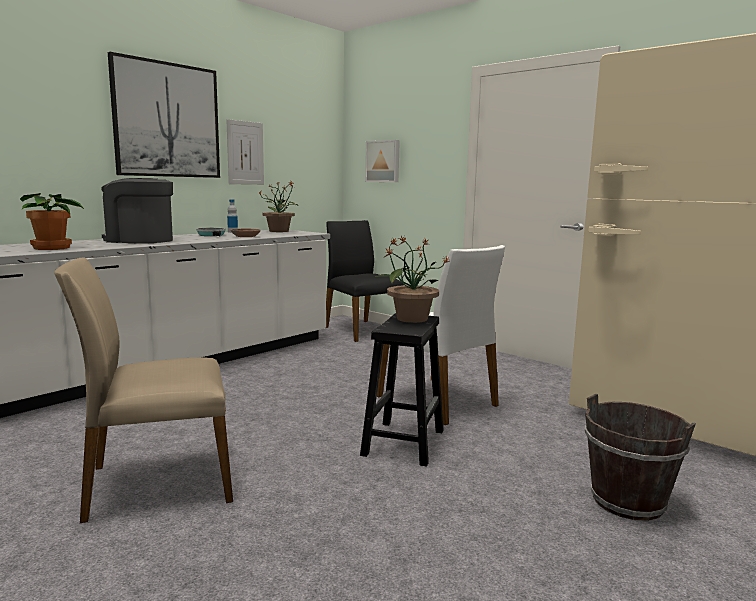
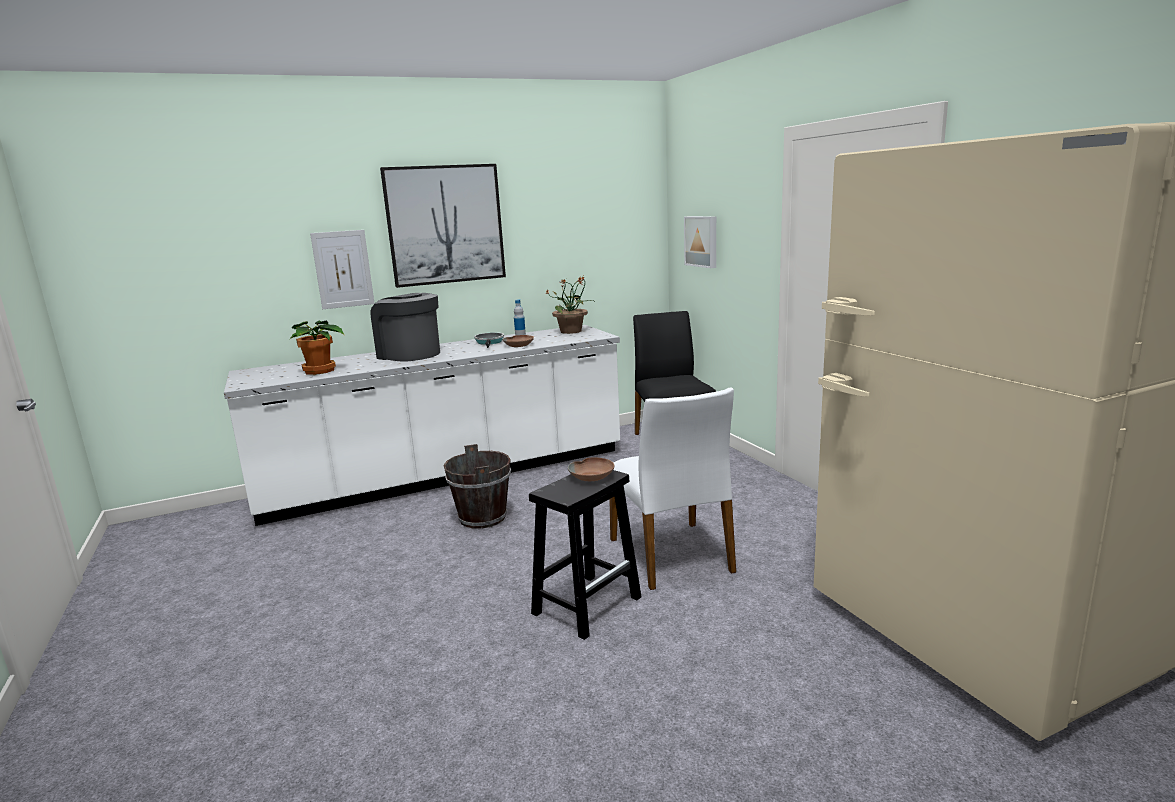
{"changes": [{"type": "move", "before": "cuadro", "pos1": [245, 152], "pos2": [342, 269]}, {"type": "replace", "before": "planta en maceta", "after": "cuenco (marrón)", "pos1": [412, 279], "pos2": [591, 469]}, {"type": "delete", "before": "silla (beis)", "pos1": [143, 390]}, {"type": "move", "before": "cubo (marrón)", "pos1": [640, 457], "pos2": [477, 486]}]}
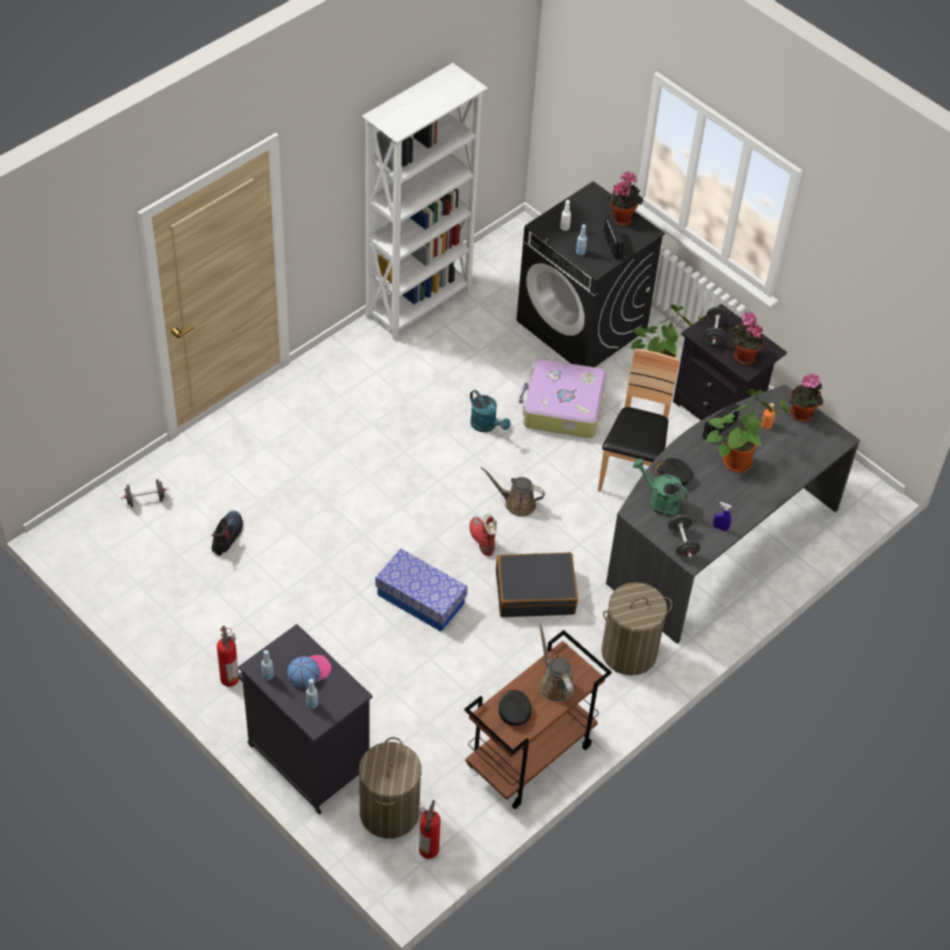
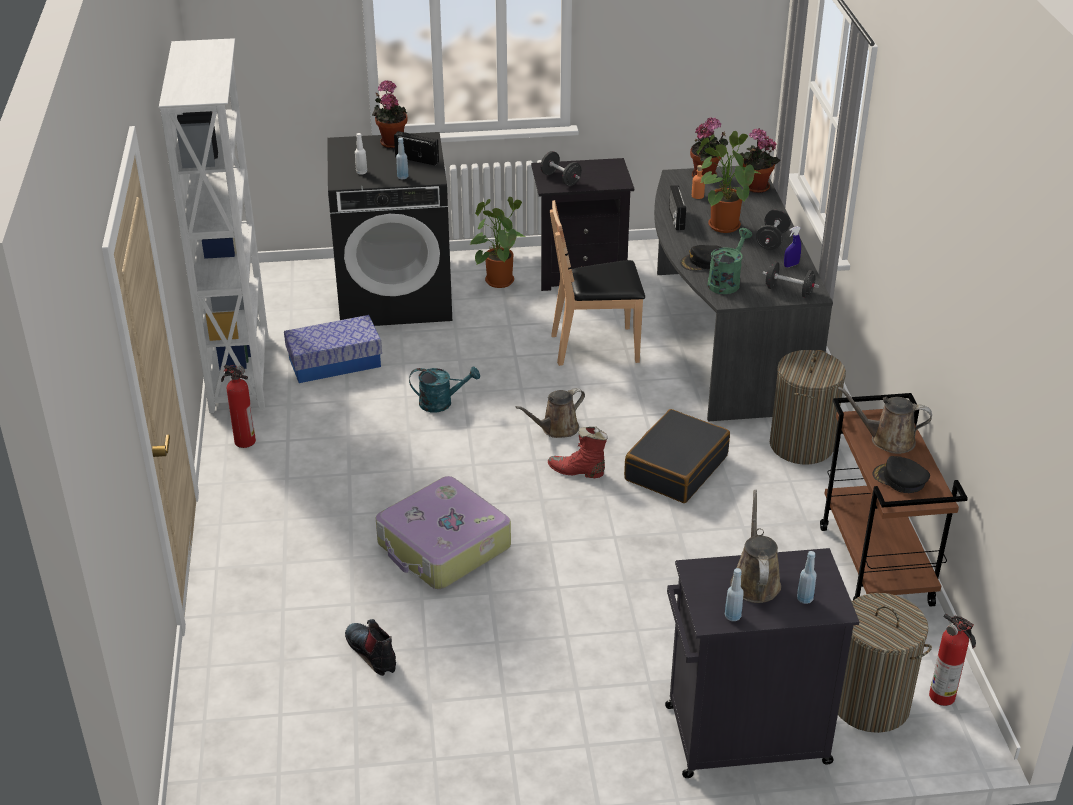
{"changes": [{"type": "move", "before": "planta en maceta", "pos1": [747, 338], "pos2": [760, 160]}, {"type": "rotate", "before": "silla (marrón)", "pos1": [639, 420], "pos2": [597, 283], "turn": -60}, {"type": "move", "before": "maleta", "pos1": [562, 398], "pos2": [443, 532]}, {"type": "rotate", "before": "regadera (verde)", "pos1": [660, 487], "pos2": [729, 261], "turn": 135}, {"type": "move", "before": "mancuerna (negro)", "pos1": [144, 493], "pos2": [773, 229]}, {"type": "move", "before": "caja de almacenaje", "pos1": [421, 590], "pos2": [333, 349]}, {"type": "move", "before": "extintor", "pos1": [228, 656], "pos2": [238, 406]}, {"type": "replace", "before": "gorra", "after": "regadera (marrón)", "pos1": [309, 671], "pos2": [755, 546]}]}
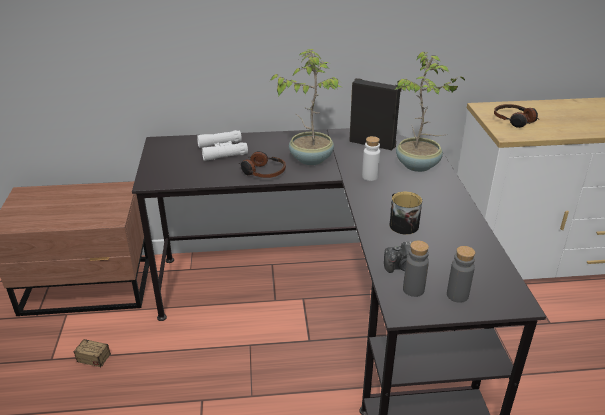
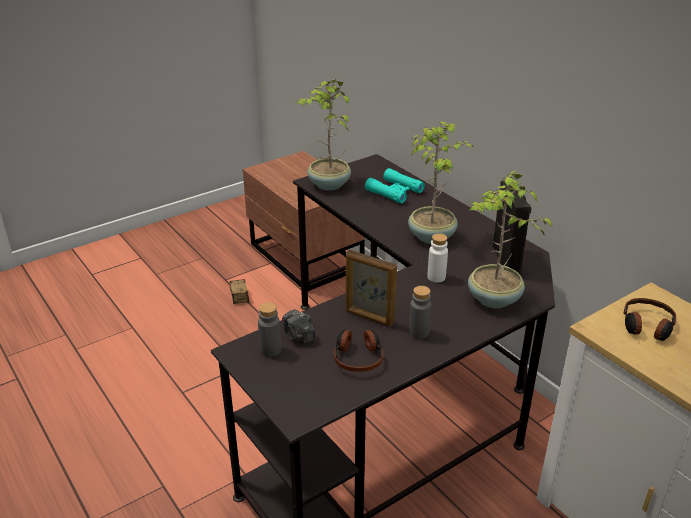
{"changes": [{"type": "recolor", "before": "prismáticos (blanco)", "after": "prismáticos (turquesa)", "pos1": [222, 145], "pos2": [395, 185]}, {"type": "move", "before": "auriculares", "pos1": [262, 164], "pos2": [358, 351]}, {"type": "replace", "before": "taza grande", "after": "portarretratos", "pos1": [405, 213], "pos2": [371, 288]}, {"type": "move", "before": "botella (gris)", "pos1": [461, 274], "pos2": [420, 312]}, {"type": "insert", "after": "planta en maceta", "pos2": [324, 134]}]}
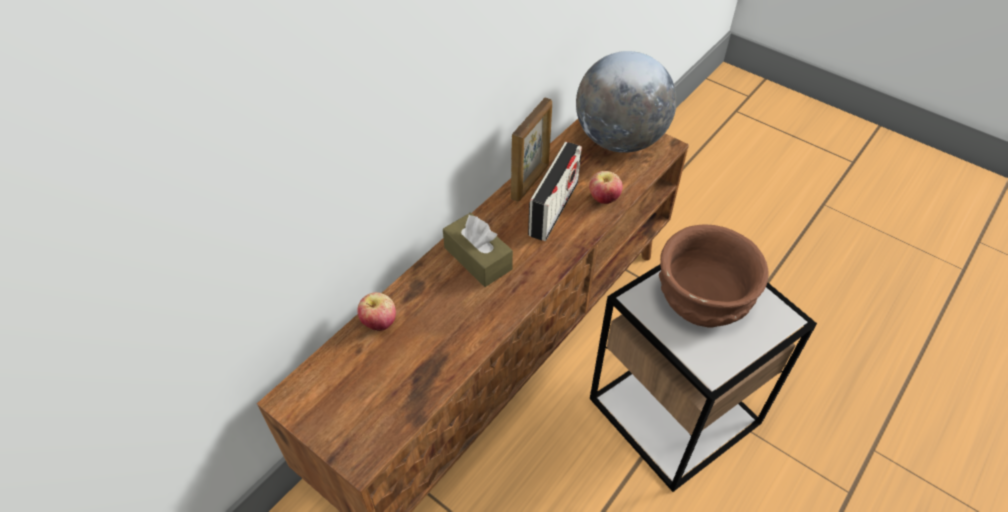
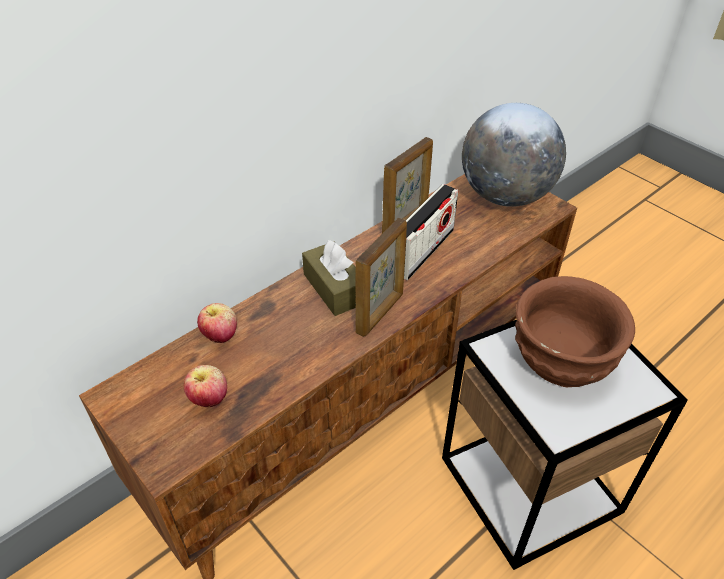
{"changes": [{"type": "move", "before": "manzana", "pos1": [606, 187], "pos2": [205, 386]}, {"type": "insert", "after": "portarretratos", "pos2": [381, 277]}]}
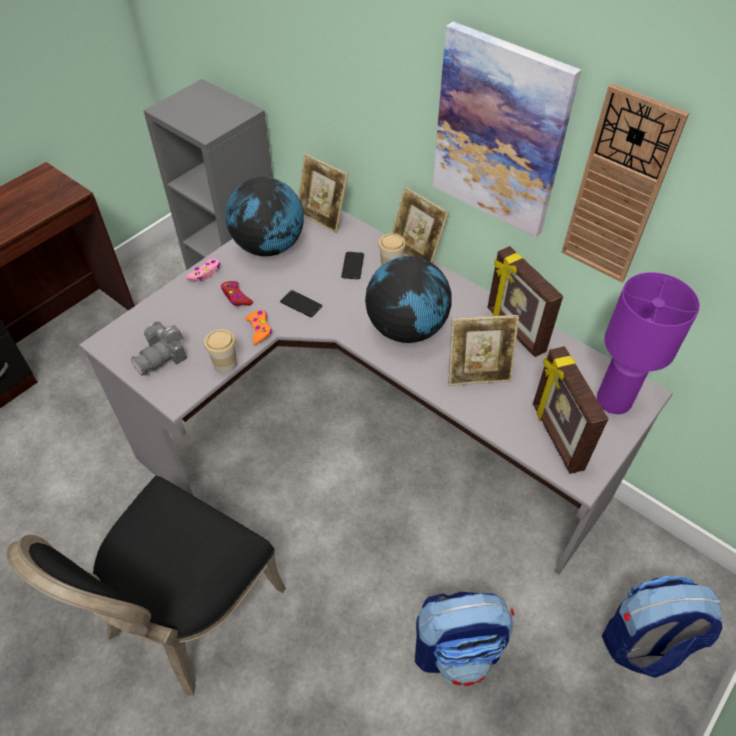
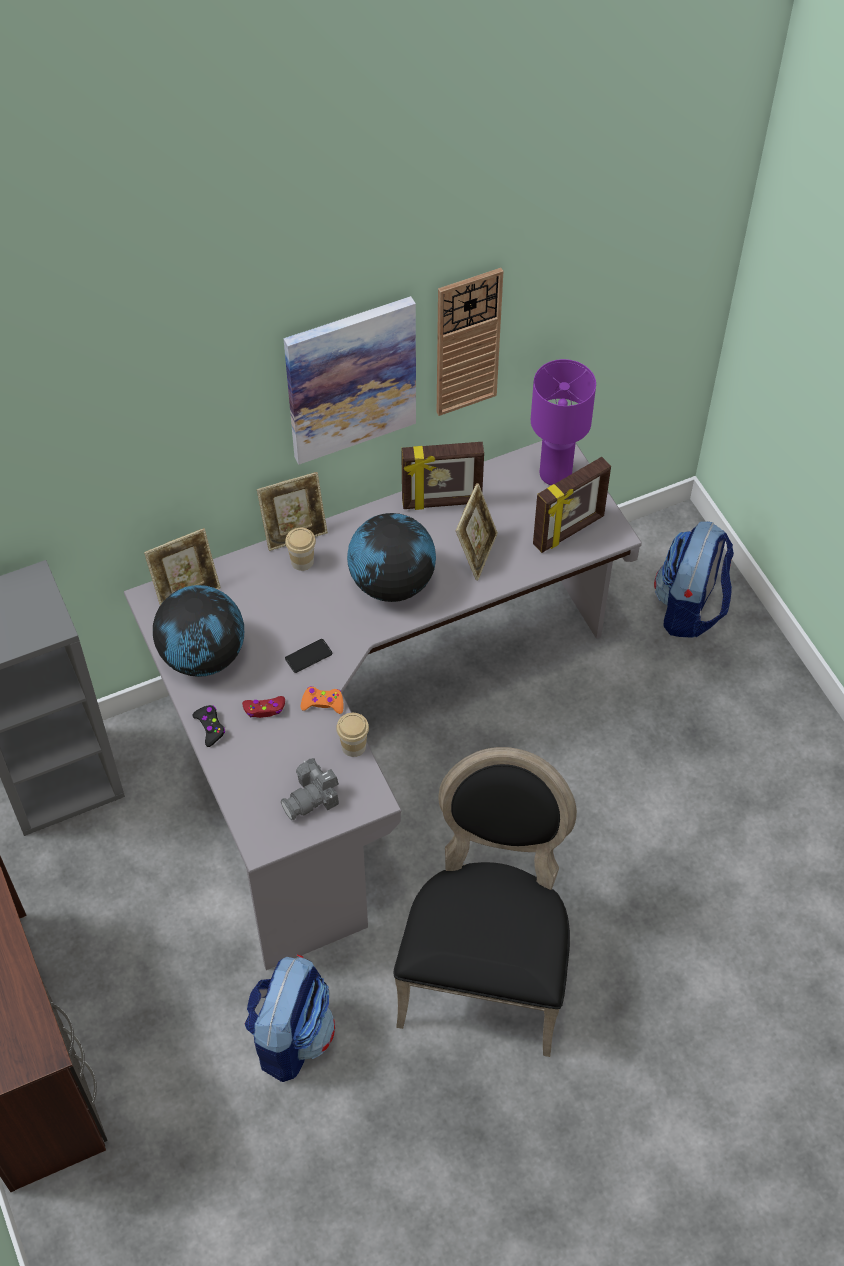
{"changes": [{"type": "delete", "before": "móvil", "pos1": [352, 265]}, {"type": "recolor", "before": "mando de consola (rosa)", "after": "mando de consola (negro)", "pos1": [203, 270], "pos2": [208, 726]}, {"type": "rotate", "before": "cámara", "pos1": [159, 348], "pos2": [310, 789], "turn": 75}, {"type": "rotate", "before": "portarretratos", "pos1": [570, 410], "pos2": [572, 505], "turn": -45}, {"type": "rotate", "before": "silla (negro)", "pos1": [146, 586], "pos2": [485, 902], "turn": -135}, {"type": "move", "before": "mochila", "pos1": [464, 639], "pos2": [290, 1018]}]}
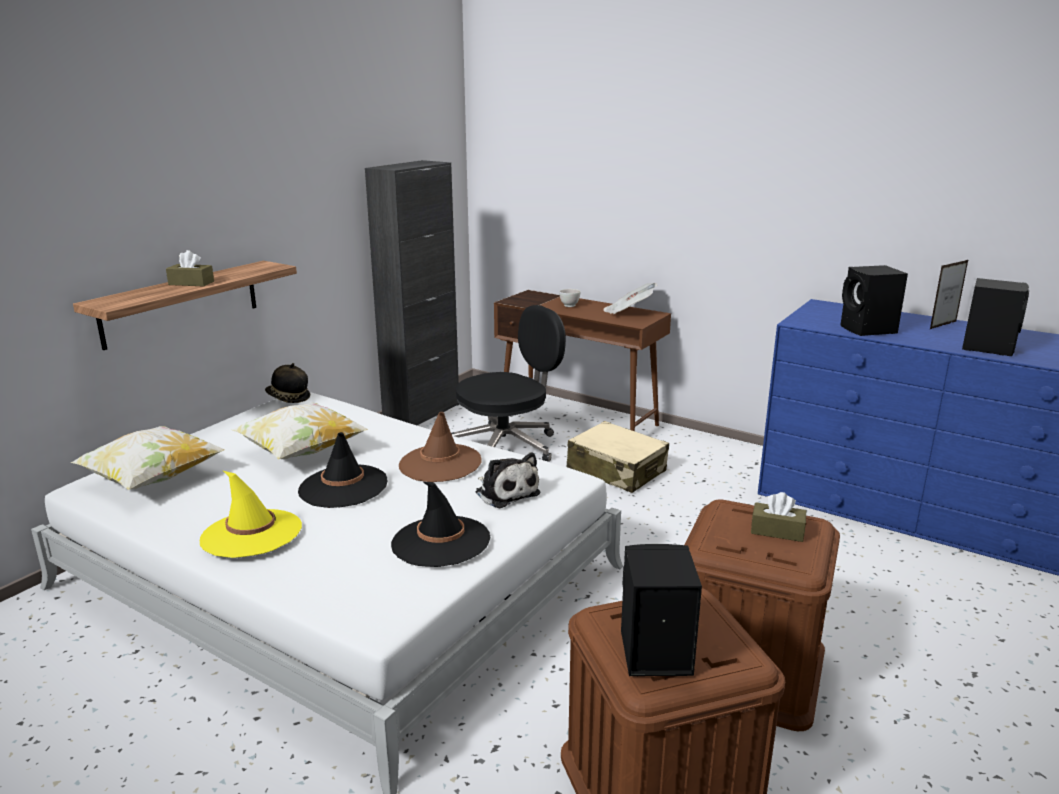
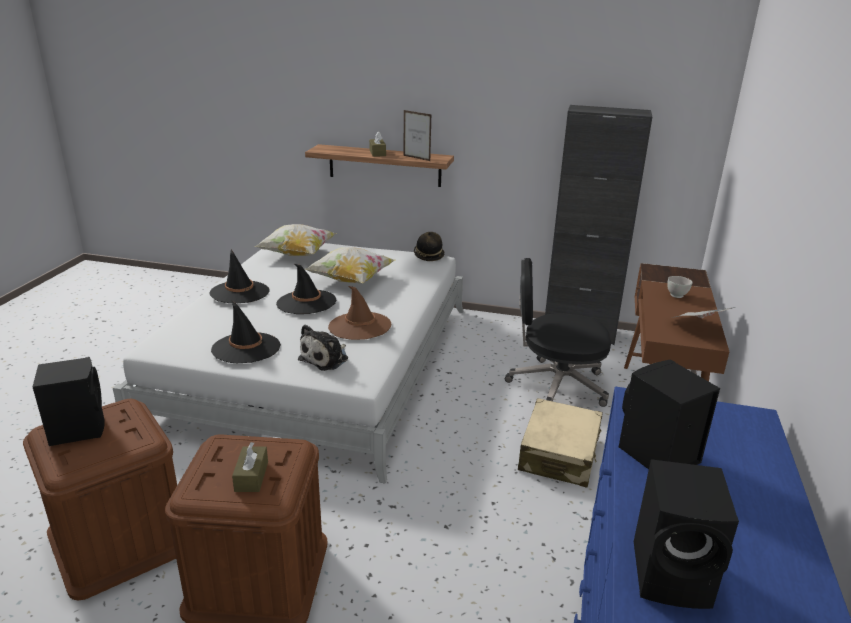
{"changes": [{"type": "move", "before": "portarretratos", "pos1": [949, 294], "pos2": [417, 135]}, {"type": "rotate", "before": "silla de oficina (negro)", "pos1": [508, 383], "pos2": [558, 332], "turn": 150}, {"type": "recolor", "before": "sombrero (amarillo)", "after": "sombrero (negro)", "pos1": [251, 514], "pos2": [239, 276]}]}
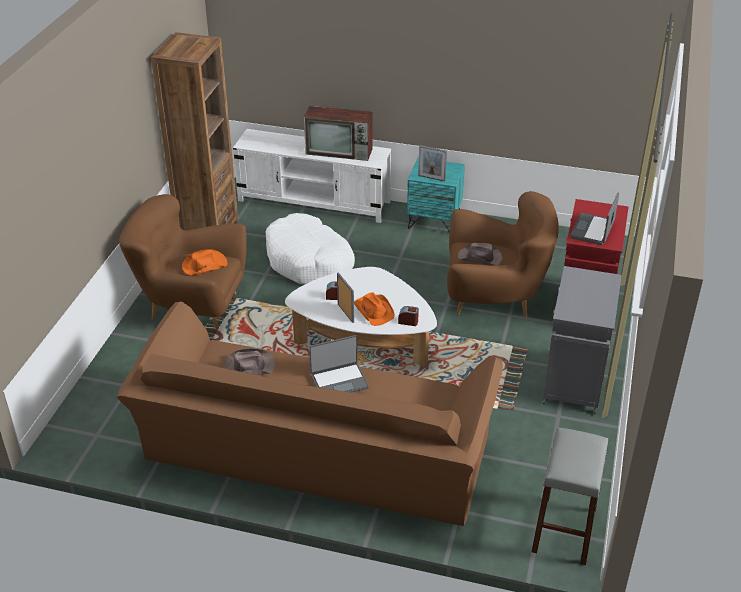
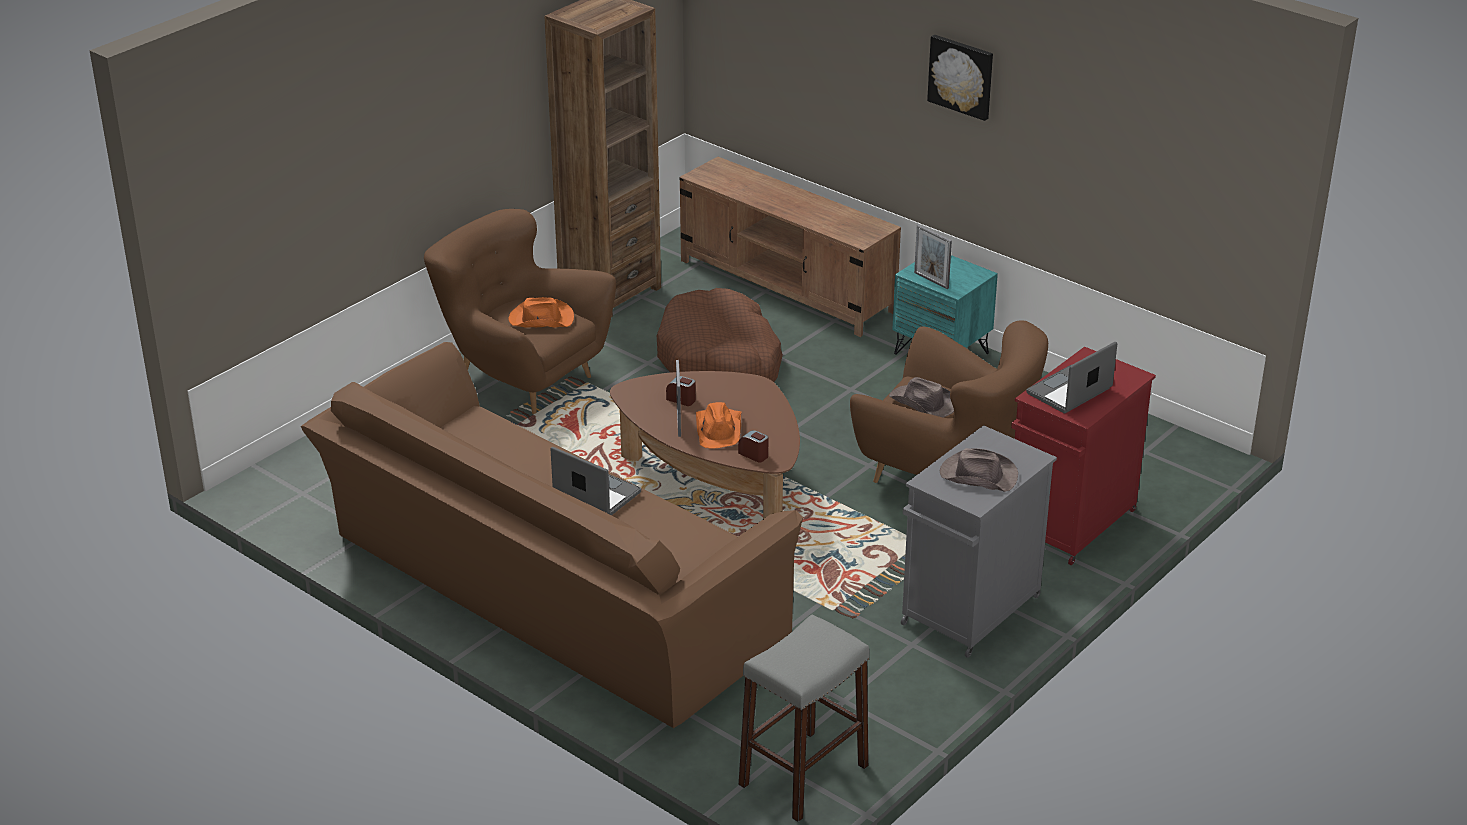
{"changes": [{"type": "delete", "before": "televisor", "pos1": [338, 133]}, {"type": "recolor", "before": "mueble de televisión (blanco)", "after": "mueble de televisión (marrón)", "pos1": [312, 176], "pos2": [790, 247]}, {"type": "recolor", "before": "cama para perro (blanco)", "after": "cama para perro (marrón)", "pos1": [310, 248], "pos2": [720, 335]}, {"type": "recolor", "before": "mesa de centro (blanco)", "after": "mesa de centro (marrón)", "pos1": [361, 316], "pos2": [705, 445]}, {"type": "rotate", "before": "portátil", "pos1": [339, 363], "pos2": [595, 481], "turn": -150}, {"type": "move", "before": "sombrero (marrón)", "pos1": [249, 361], "pos2": [979, 470]}, {"type": "insert", "after": "cuadro", "pos2": [960, 78]}]}
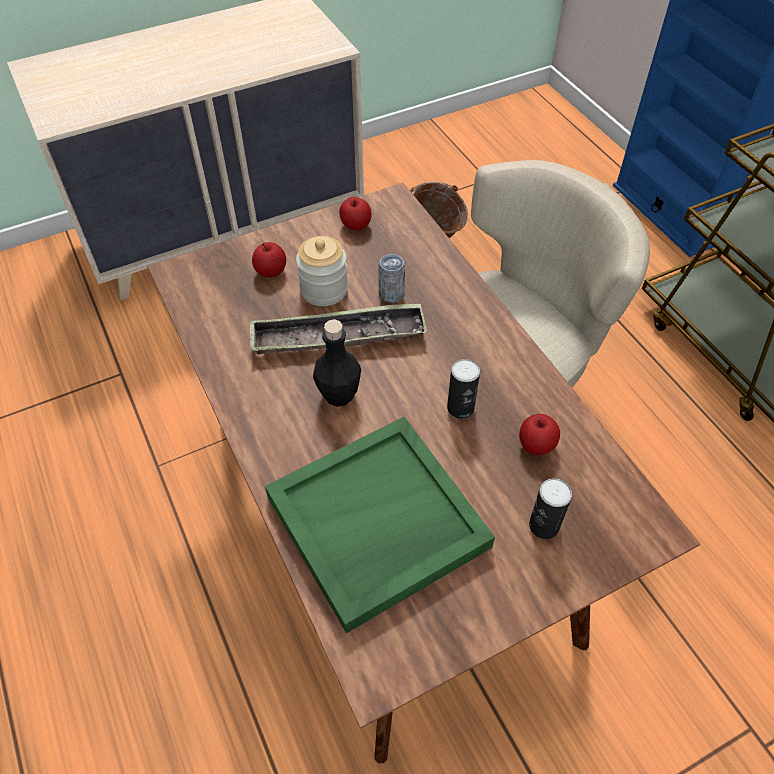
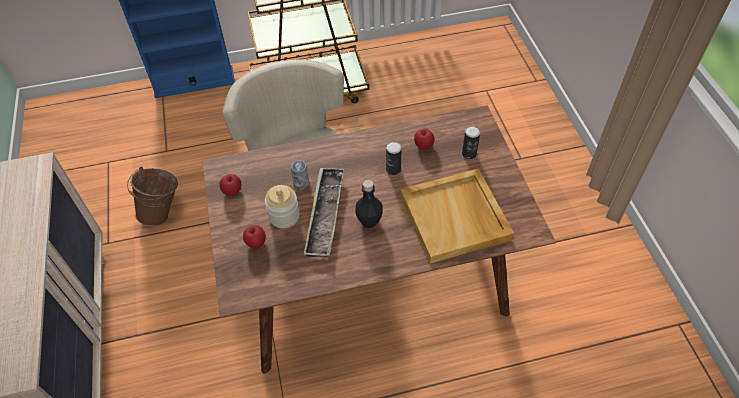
{"changes": [{"type": "recolor", "before": "bandeja (verde)", "after": "bandeja (beis)", "pos1": [380, 525], "pos2": [457, 216]}]}
